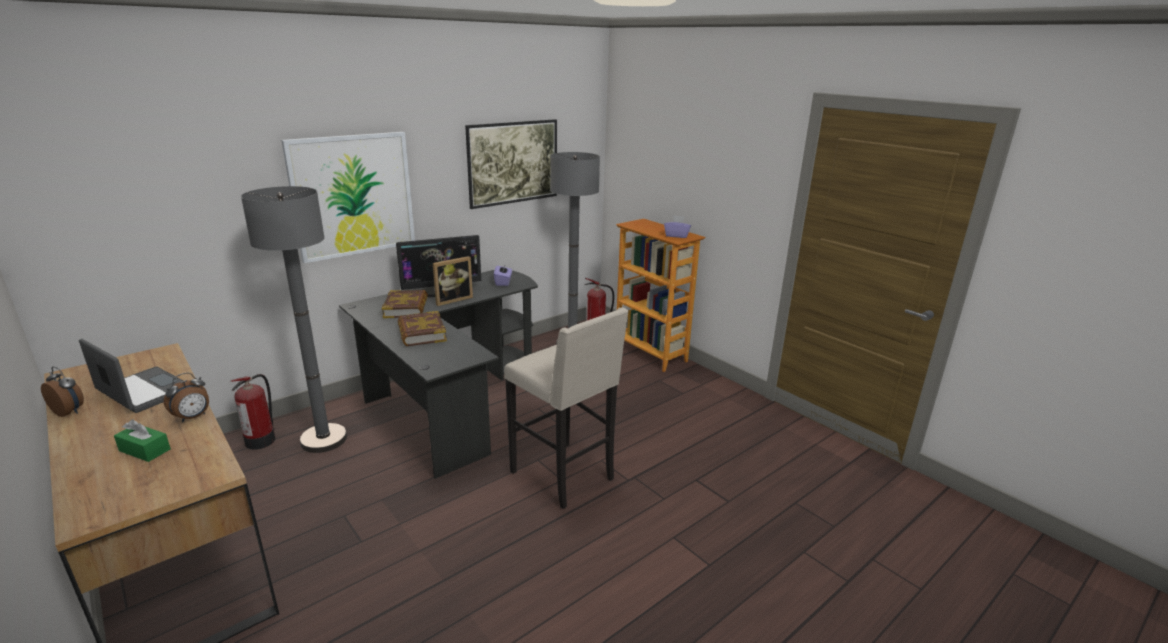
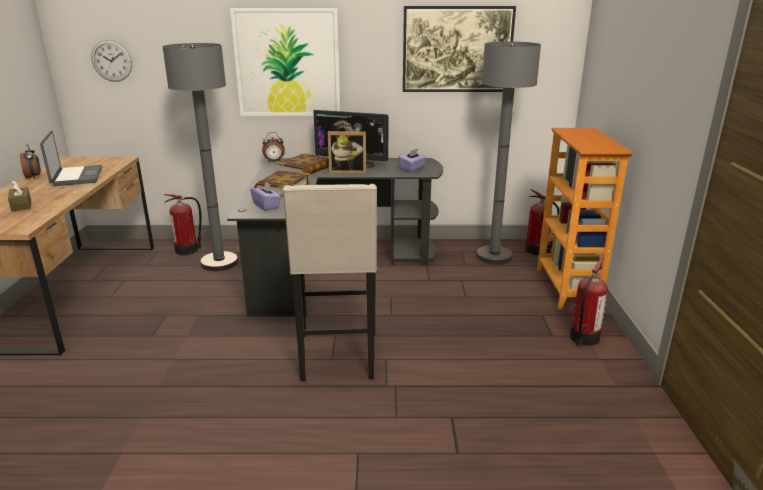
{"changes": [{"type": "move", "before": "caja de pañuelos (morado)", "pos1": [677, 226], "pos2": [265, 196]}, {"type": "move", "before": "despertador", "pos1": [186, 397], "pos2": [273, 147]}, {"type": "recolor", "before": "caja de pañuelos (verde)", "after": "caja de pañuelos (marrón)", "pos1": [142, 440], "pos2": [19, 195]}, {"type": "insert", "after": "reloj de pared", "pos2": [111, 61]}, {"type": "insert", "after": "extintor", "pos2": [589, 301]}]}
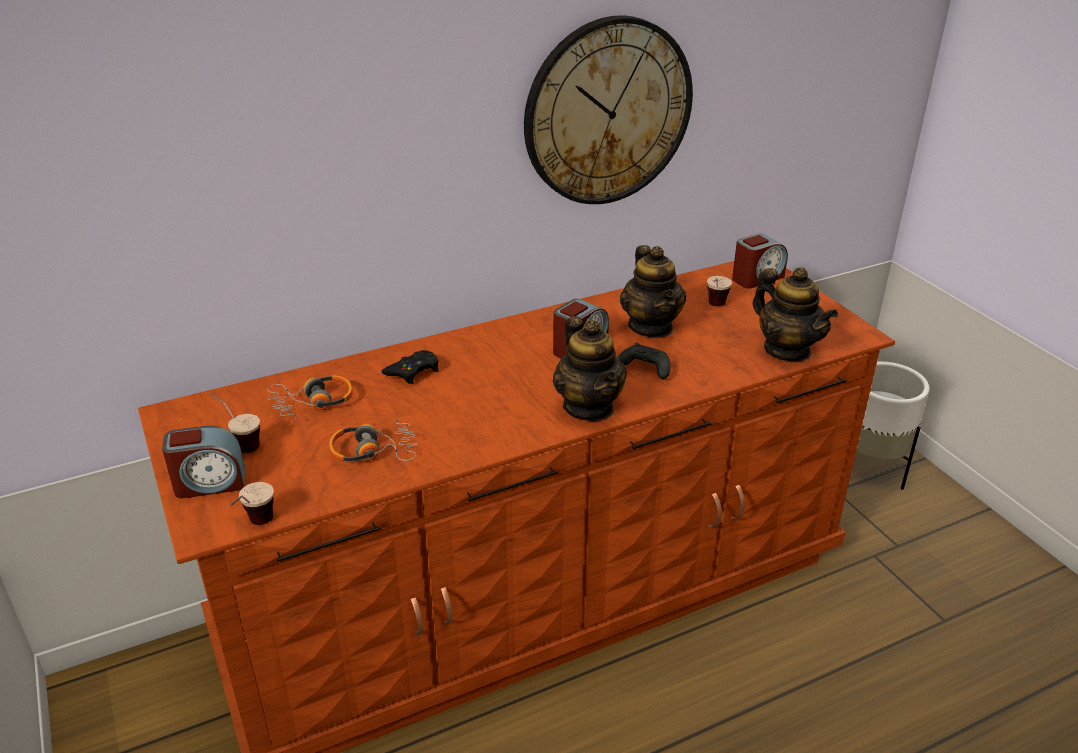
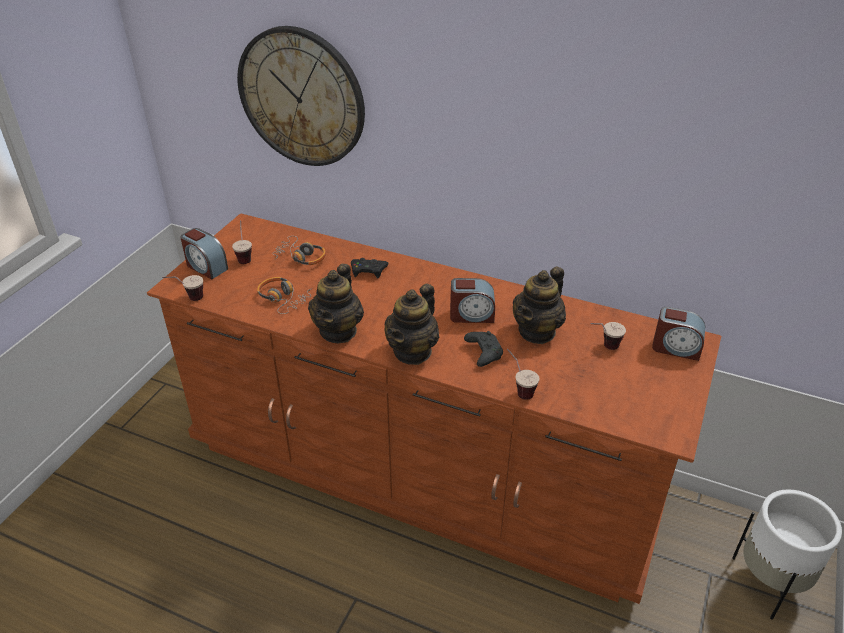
{"changes": [{"type": "move", "before": "reloj de pared", "pos1": [608, 109], "pos2": [301, 96]}, {"type": "move", "before": "tetera", "pos1": [795, 314], "pos2": [336, 303]}, {"type": "insert", "after": "taza", "pos2": [523, 374]}]}
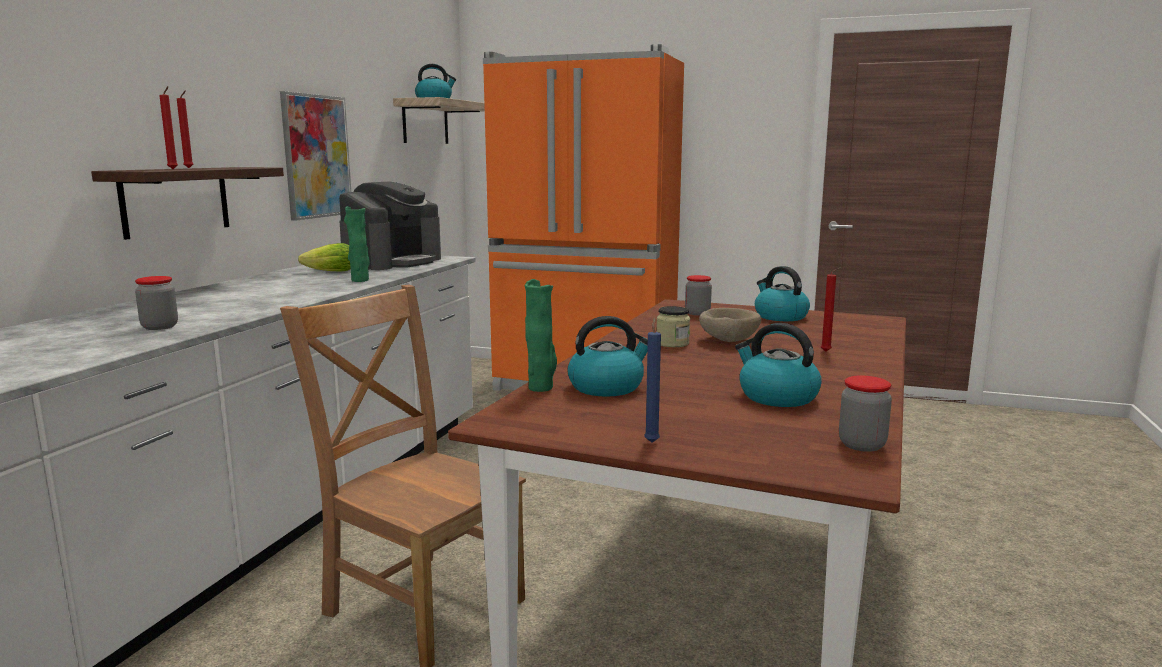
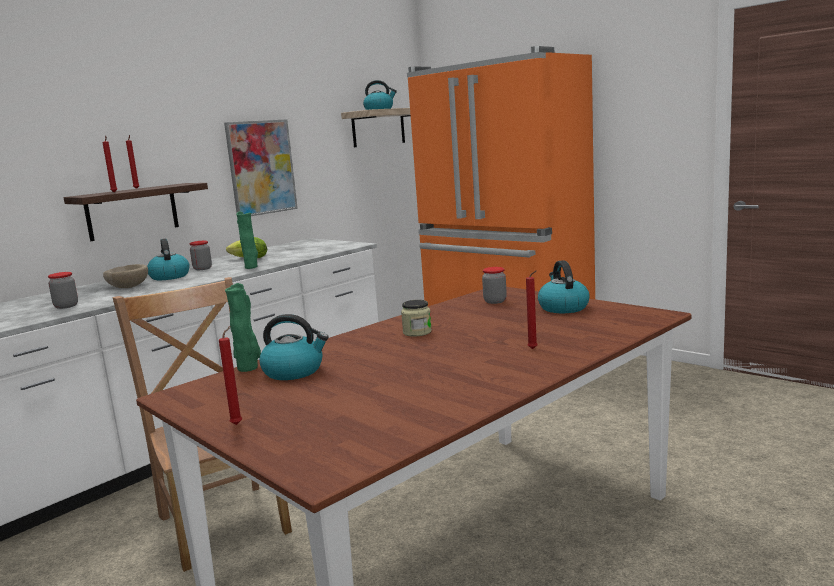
{"changes": [{"type": "delete", "before": "cafetera", "pos1": [390, 225]}, {"type": "move", "before": "cuenco (beis)", "pos1": [730, 325], "pos2": [125, 276]}, {"type": "recolor", "before": "vela (azul)", "after": "vela (rojo)", "pos1": [652, 380], "pos2": [230, 375]}, {"type": "move", "before": "hervidor", "pos1": [778, 365], "pos2": [168, 259]}, {"type": "move", "before": "tarro", "pos1": [865, 414], "pos2": [201, 255]}]}
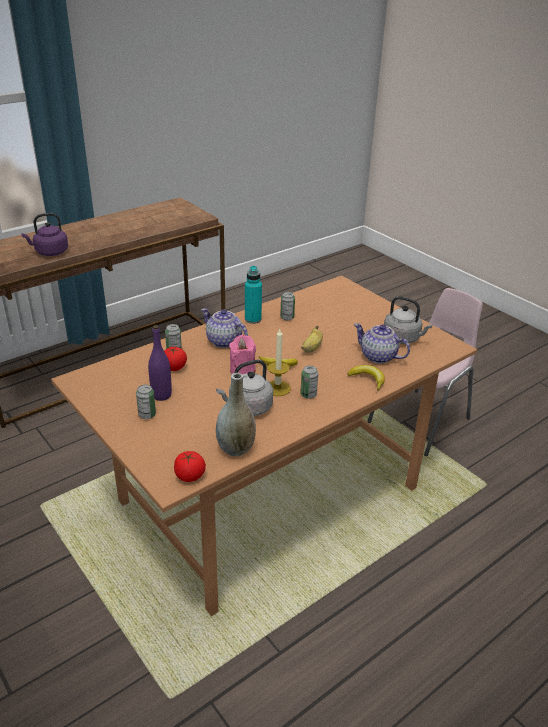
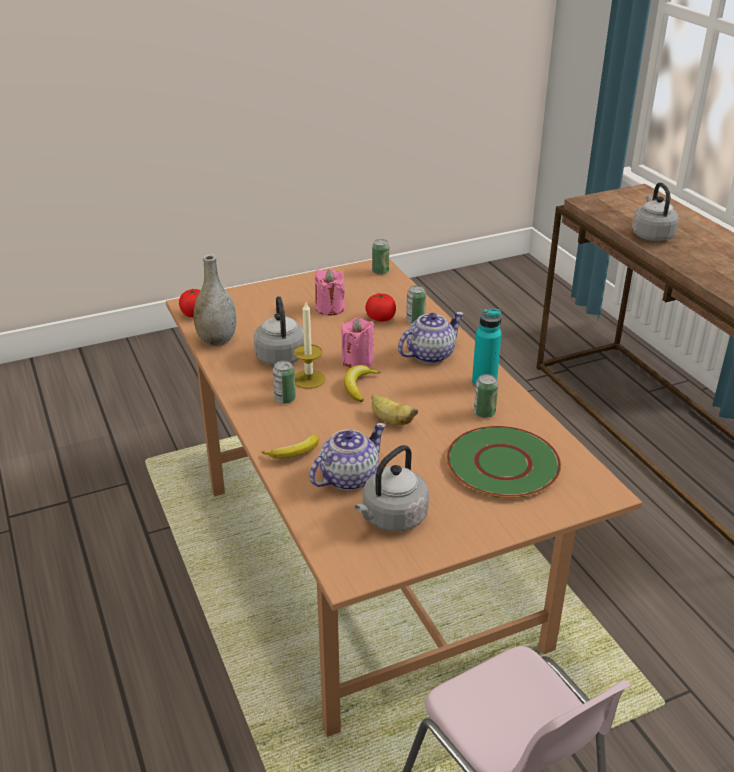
{"changes": [{"type": "recolor", "before": "hervidor (morado)", "after": "hervidor (gris)", "pos1": [44, 234], "pos2": [655, 211]}, {"type": "replace", "before": "botella (morado)", "after": "vela (rosa)", "pos1": [160, 363], "pos2": [330, 292]}, {"type": "move", "before": "lata", "pos1": [146, 402], "pos2": [380, 257]}, {"type": "insert", "after": "plato (verde)", "pos2": [503, 462]}]}
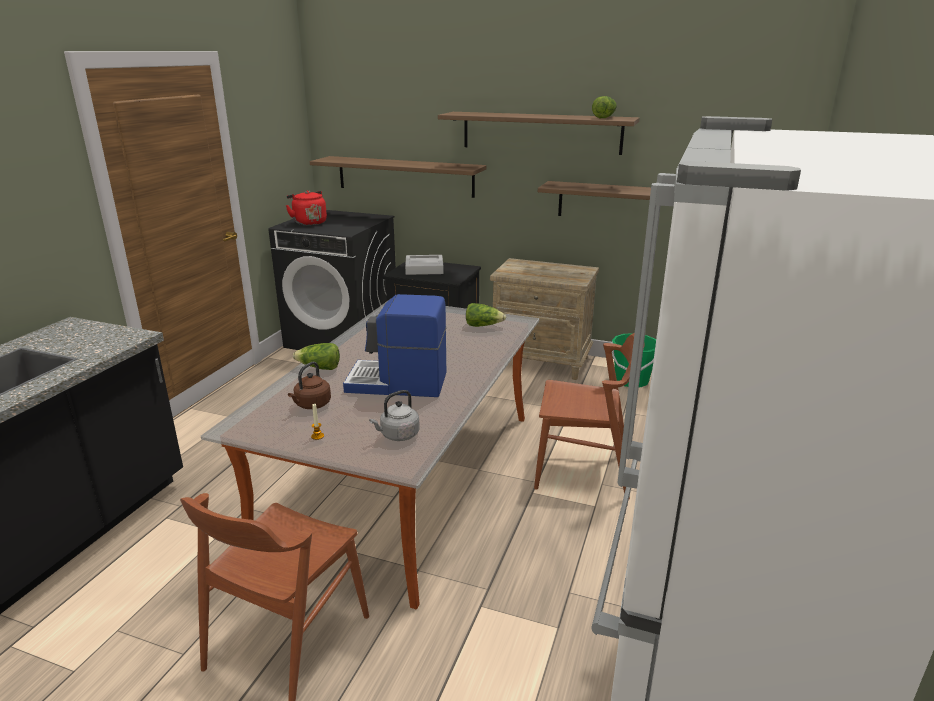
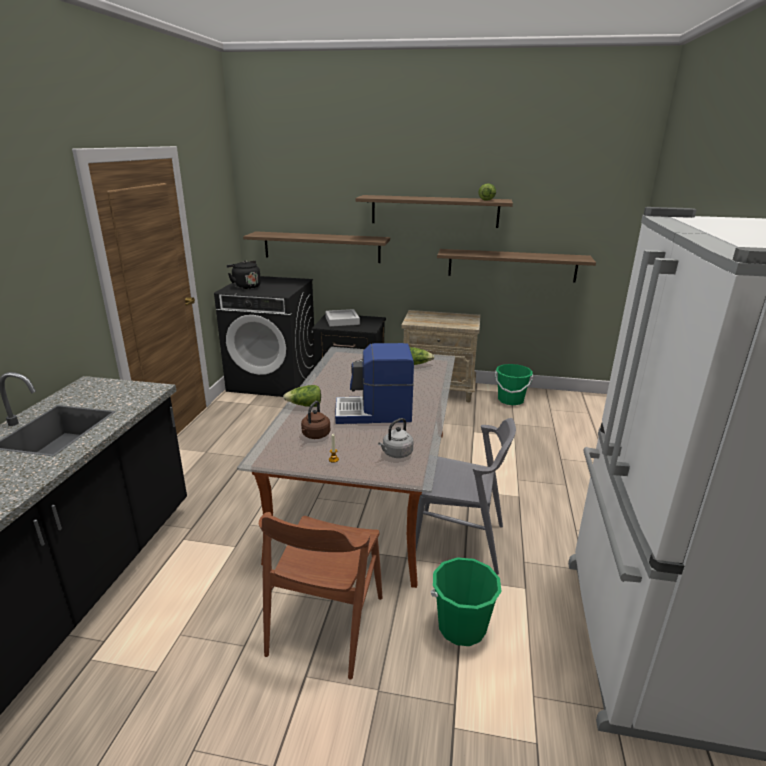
{"changes": [{"type": "recolor", "before": "hervidor (rojo)", "after": "hervidor (negro)", "pos1": [306, 207], "pos2": [243, 275]}, {"type": "delete", "before": "silla (marrón)", "pos1": [589, 416]}, {"type": "insert", "after": "silla (gris)", "pos2": [466, 496]}, {"type": "insert", "after": "cubo (verde)", "pos2": [466, 601]}]}
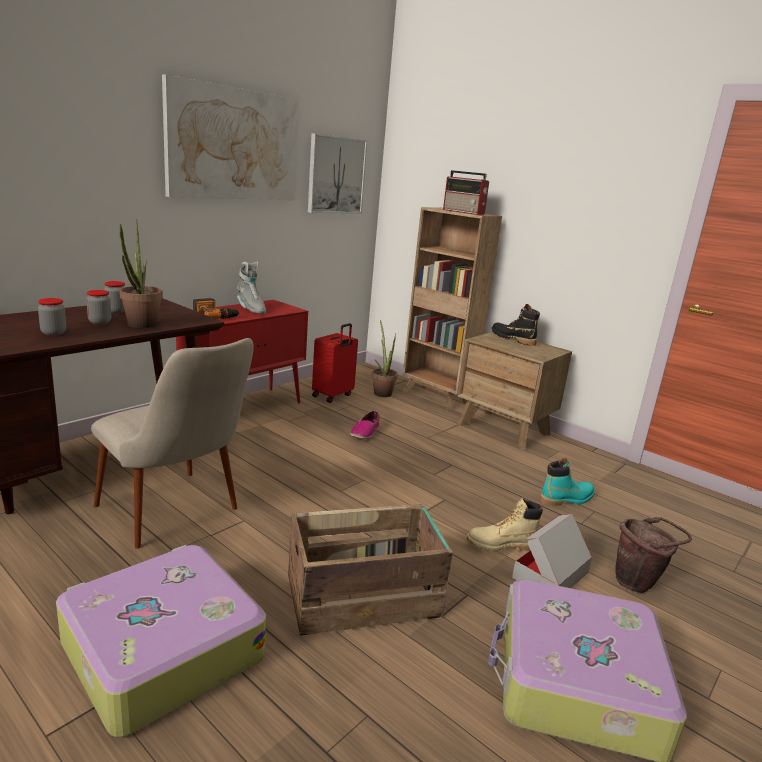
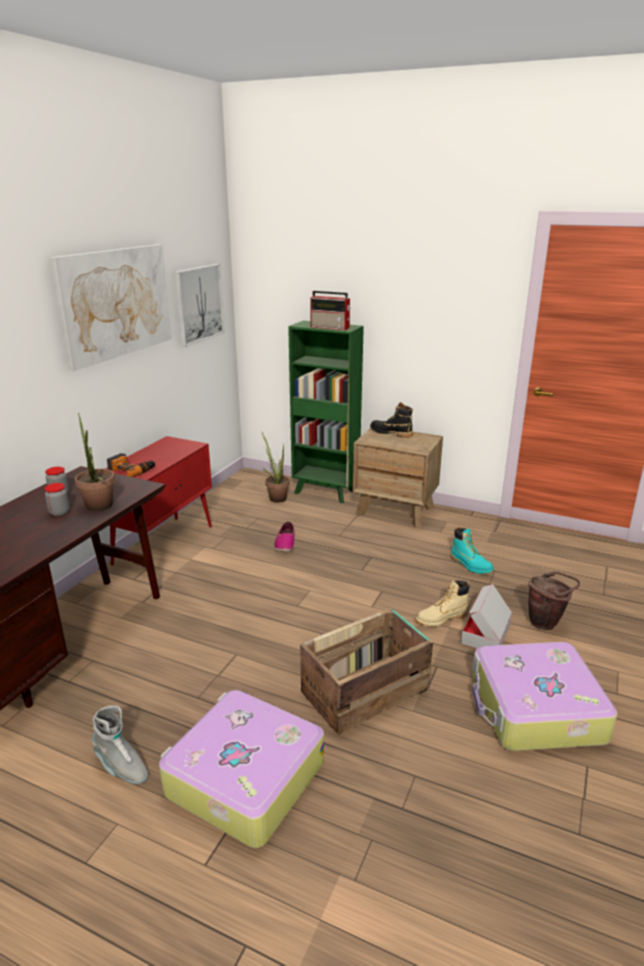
{"changes": [{"type": "recolor", "before": "estantería (marrón)", "after": "estantería (verde)", "pos1": [452, 309], "pos2": [326, 412]}, {"type": "move", "before": "bota (gris)", "pos1": [251, 287], "pos2": [119, 744]}, {"type": "delete", "before": "tarro", "pos1": [52, 317]}, {"type": "delete", "before": "maleta (rojo)", "pos1": [335, 363]}, {"type": "delete", "before": "silla (beis)", "pos1": [172, 443]}, {"type": "rotate", "before": "bota (turquesa)", "pos1": [567, 482], "pos2": [472, 551], "turn": 90}]}
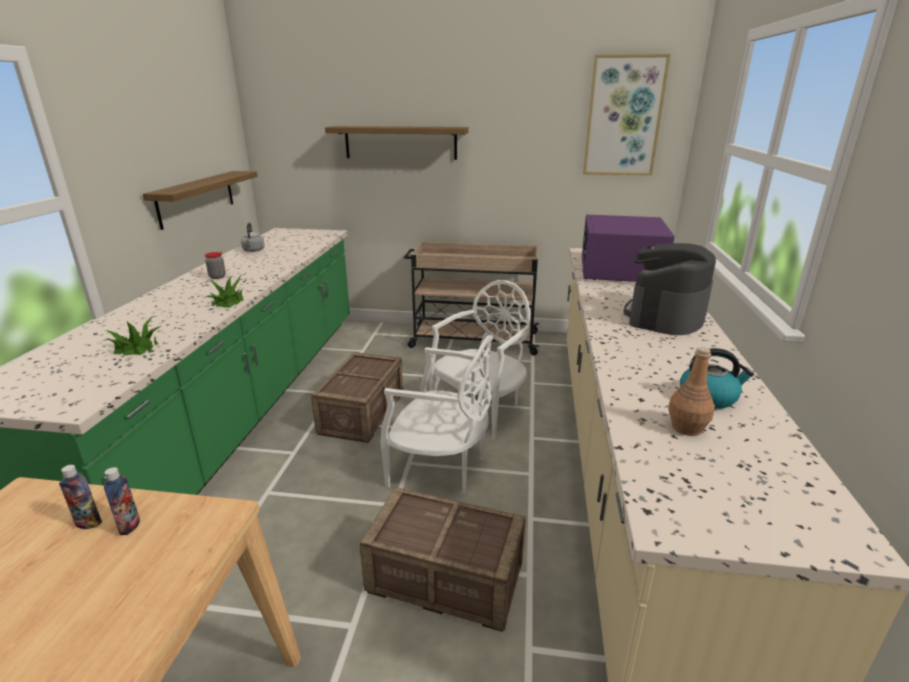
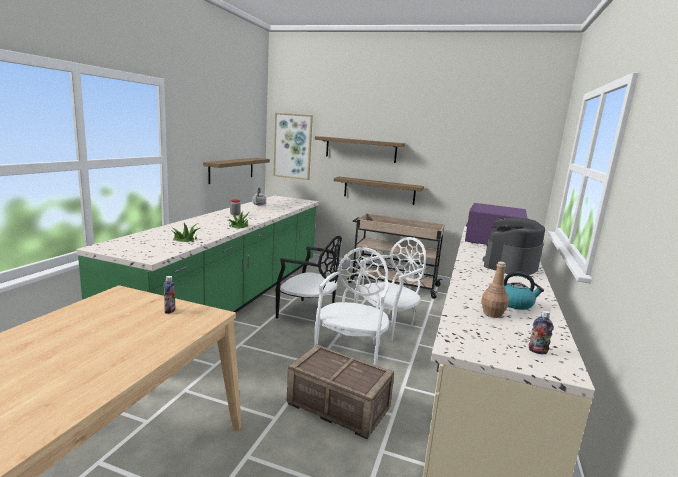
{"changes": [{"type": "move", "before": "cuadro", "pos1": [627, 115], "pos2": [293, 146]}, {"type": "rotate", "before": "silla (blanco)", "pos1": [436, 414], "pos2": [351, 306], "turn": -105}, {"type": "replace", "before": "caja de embalaje", "after": "silla (negro)", "pos1": [357, 397], "pos2": [309, 277]}, {"type": "move", "before": "botella", "pos1": [80, 497], "pos2": [541, 332]}, {"type": "insert", "after": "estante", "pos2": [379, 191]}]}
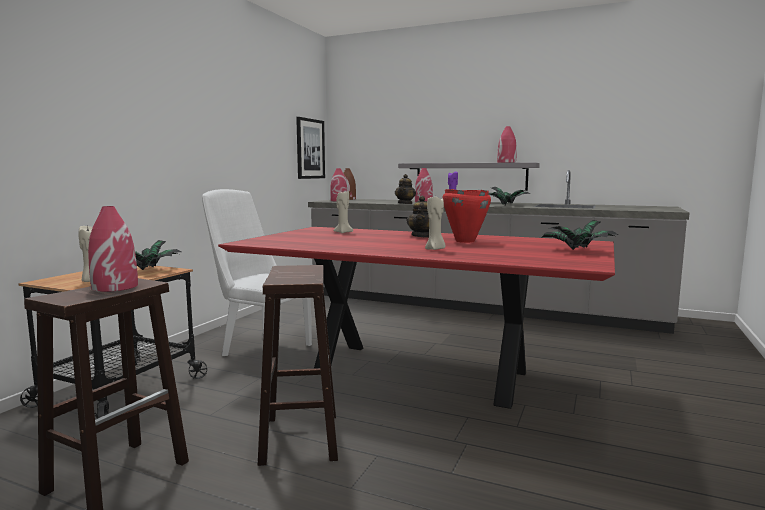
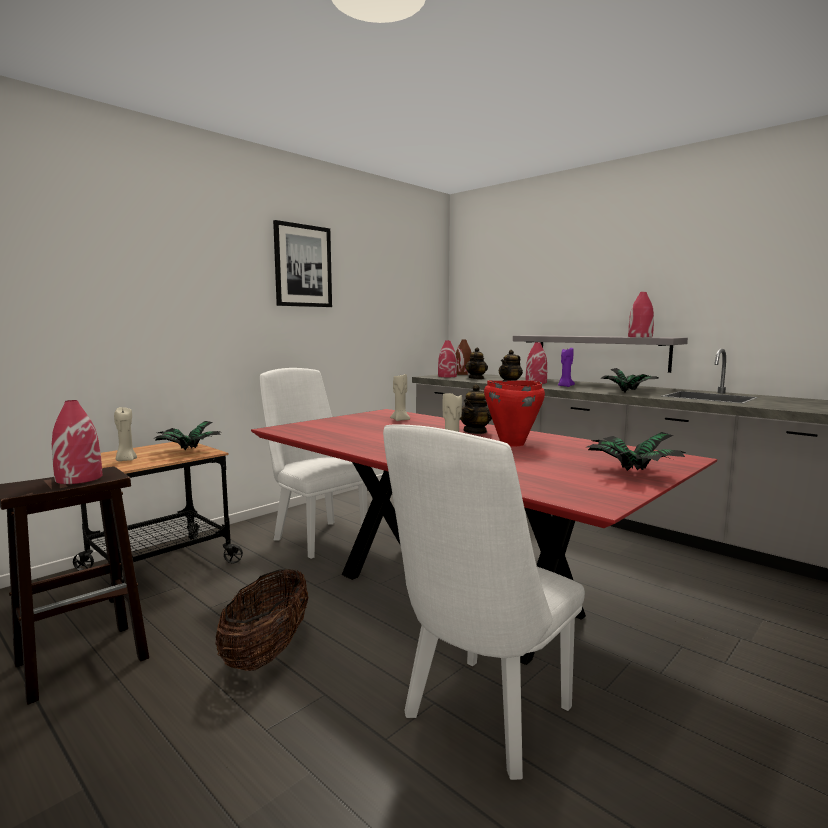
{"changes": [{"type": "move", "before": "cuadro", "pos1": [310, 148], "pos2": [302, 263]}, {"type": "replace", "before": "taburete (marrón)", "after": "cesta", "pos1": [298, 365], "pos2": [262, 620]}, {"type": "insert", "after": "tetera", "pos2": [476, 363]}, {"type": "insert", "after": "silla (blanco)", "pos2": [484, 602]}]}
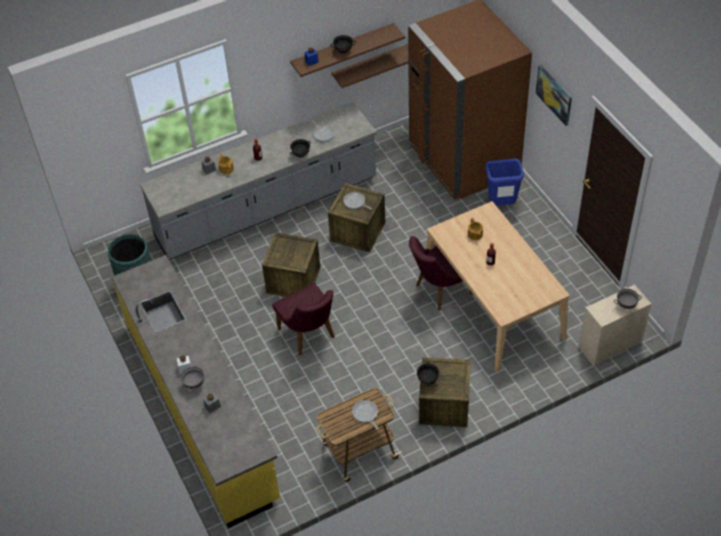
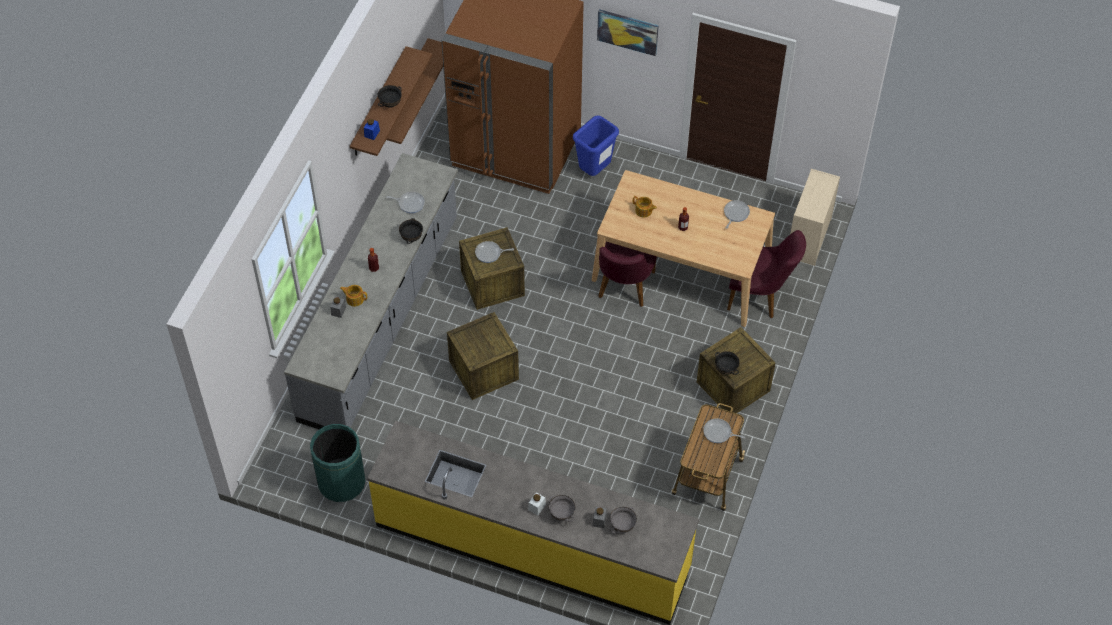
{"changes": [{"type": "move", "before": "silla (morado)", "pos1": [303, 319], "pos2": [766, 274]}, {"type": "move", "before": "cuenco (gris)", "pos1": [628, 299], "pos2": [623, 520]}, {"type": "insert", "after": "sartén", "pos2": [737, 214]}]}
